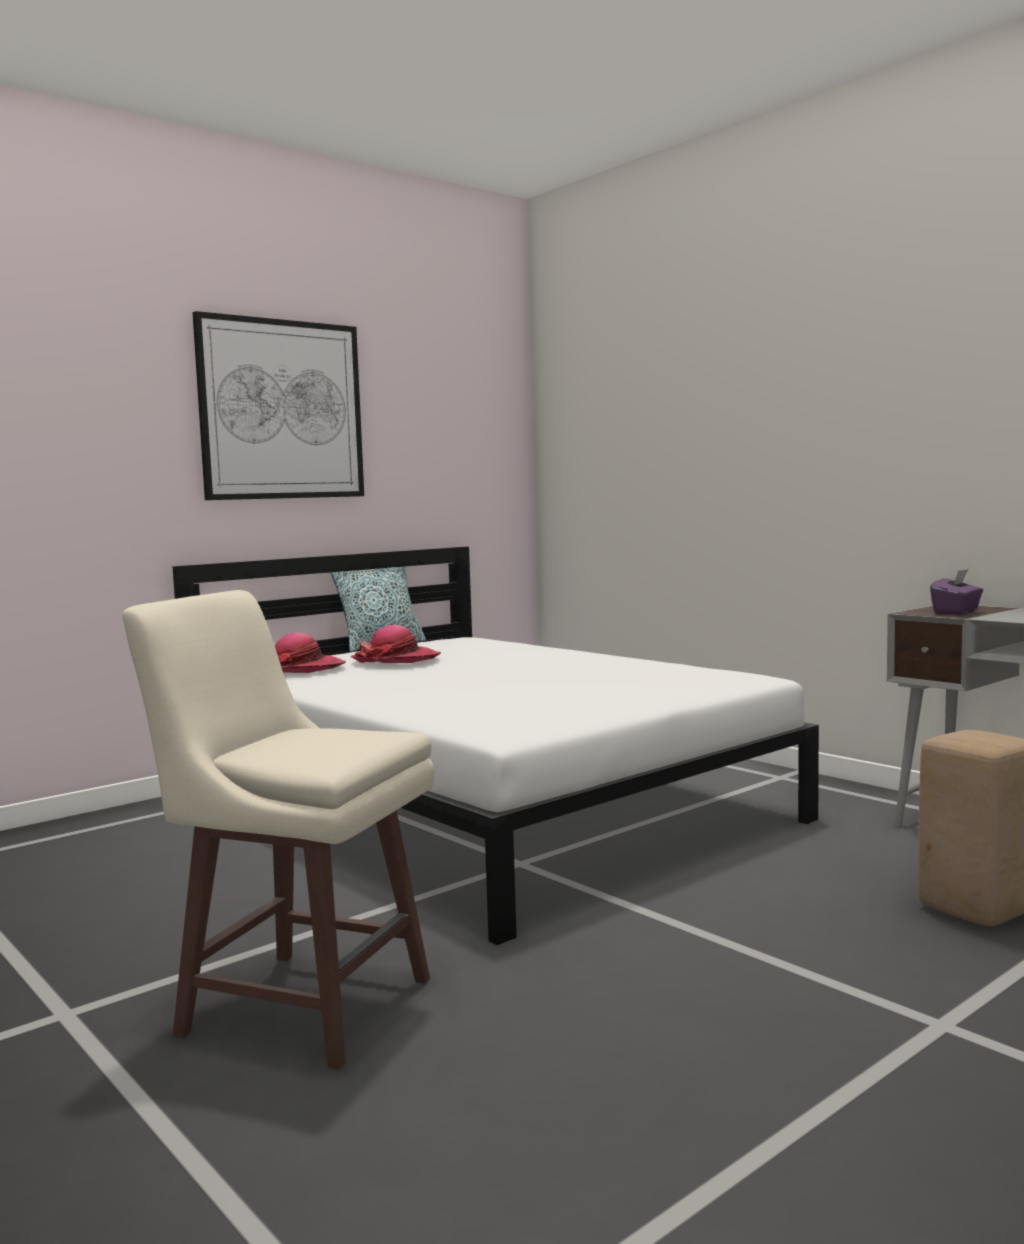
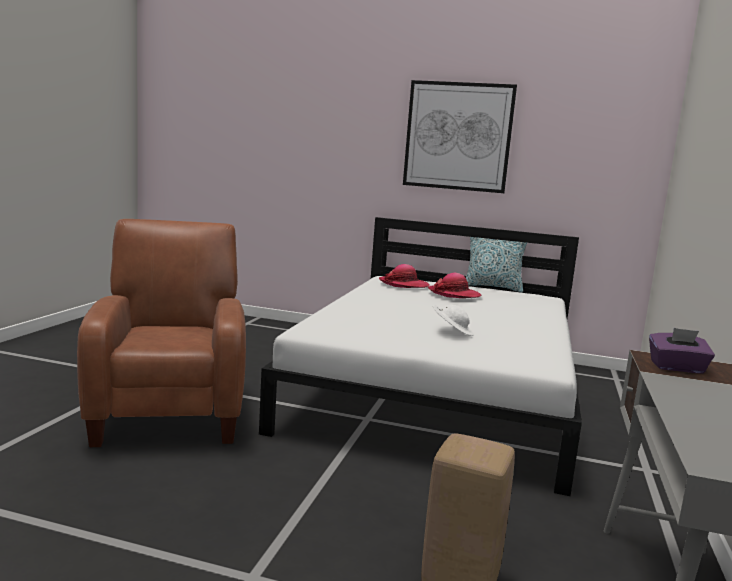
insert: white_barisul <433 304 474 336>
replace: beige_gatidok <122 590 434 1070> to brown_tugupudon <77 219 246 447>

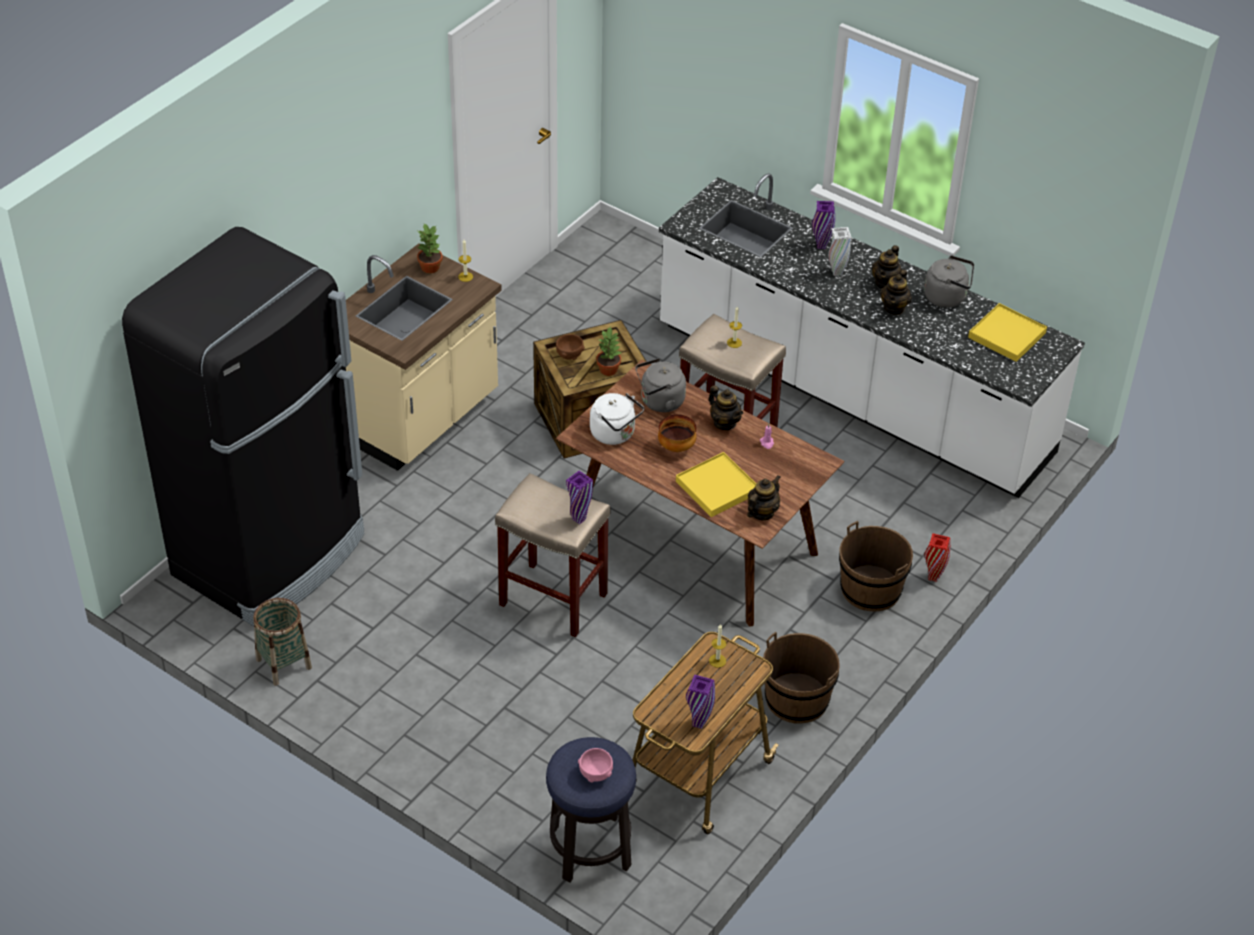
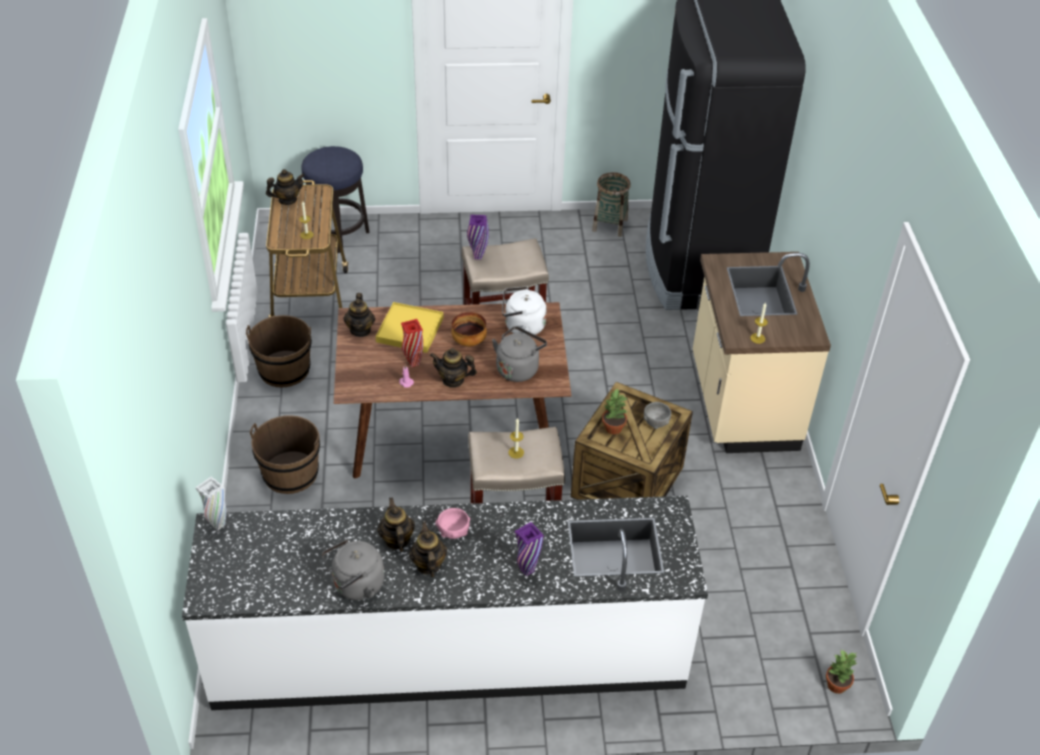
delete: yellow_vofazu <968 303 1047 362>
move: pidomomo <416 224 443 274> to <826 650 857 694>; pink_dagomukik <578 748 613 783> to <435 508 470 539>; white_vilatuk <828 227 852 276> to <195 476 226 531>; red_vilatuk <924 533 950 582> to <401 319 423 367>
replace: purple_vilatuk <686 674 715 729> to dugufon <266 169 305 205>
recolor: brown_dagomukik <556 334 585 360> to grey_dagomukik <644 402 671 429>

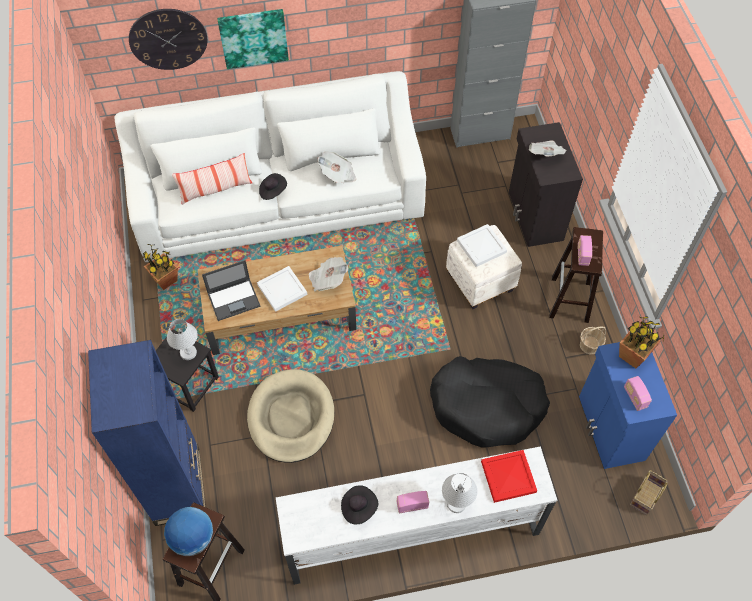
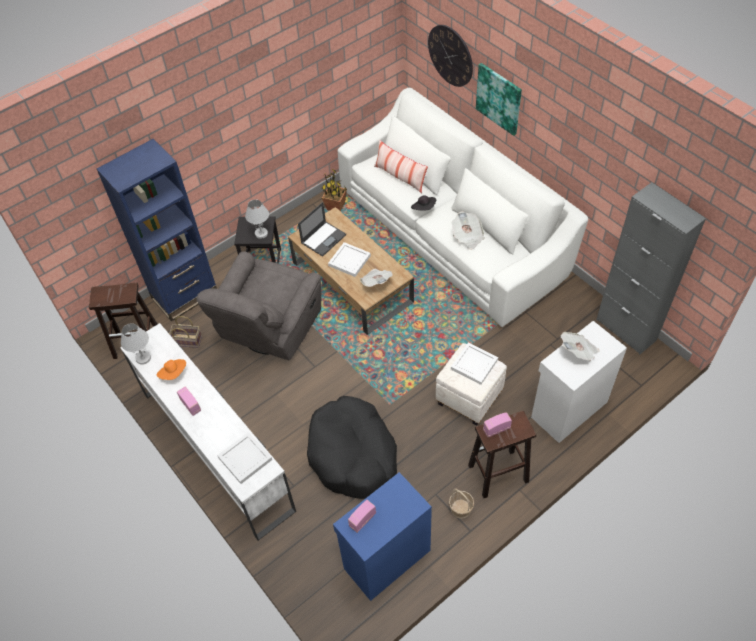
delete: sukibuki <164 507 213 556>; pidomomo <619 316 664 368>
move: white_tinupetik <442 473 477 513> to <121 323 151 365>; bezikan <630 470 668 515> to <169 316 202 348>
replace: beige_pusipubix <247 369 334 463> to grey_tugupudon <197 251 322 360>
recolor: black_barisul <341 485 378 524> to orange_barisul <157 359 186 380>; red_vofazu <481 450 537 503> to white_vofazu <217 432 272 484>; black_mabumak <509 122 583 247> to white_mabumak <531 321 627 443>
rotate: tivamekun <202 260 260 321> = <298 202 346 257> 90 degrees counterclockwise

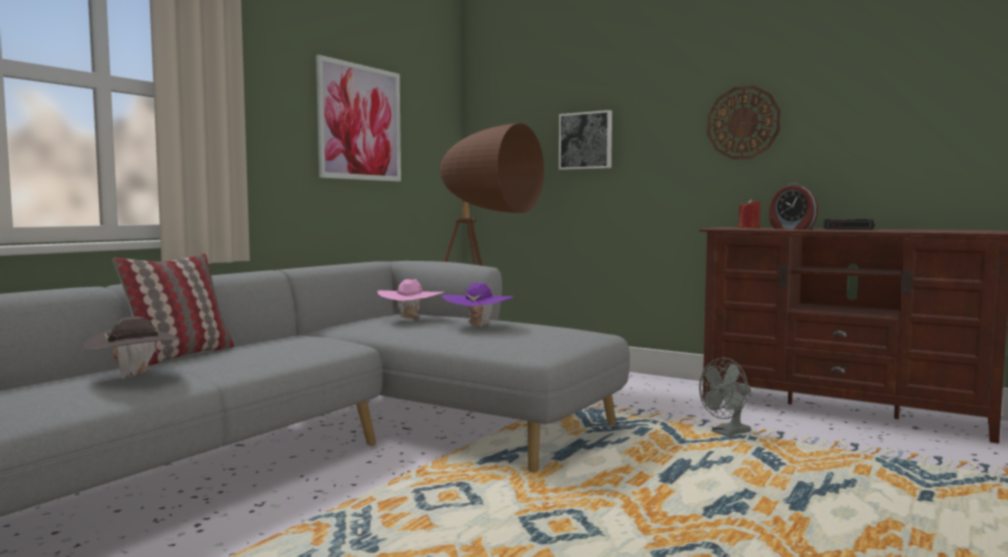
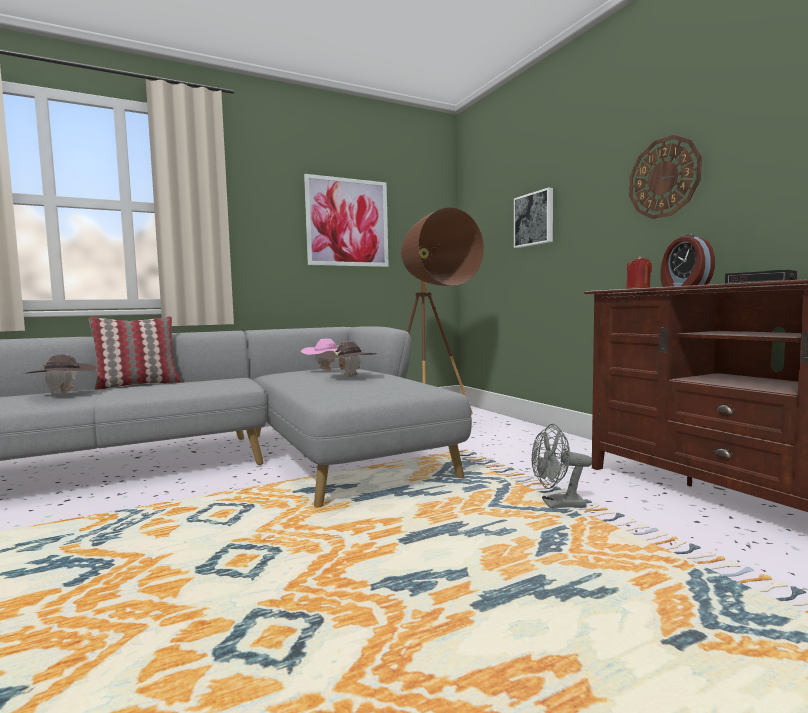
recolor: purple_barisul <442 283 514 328> to brown_barisul <320 341 377 379>

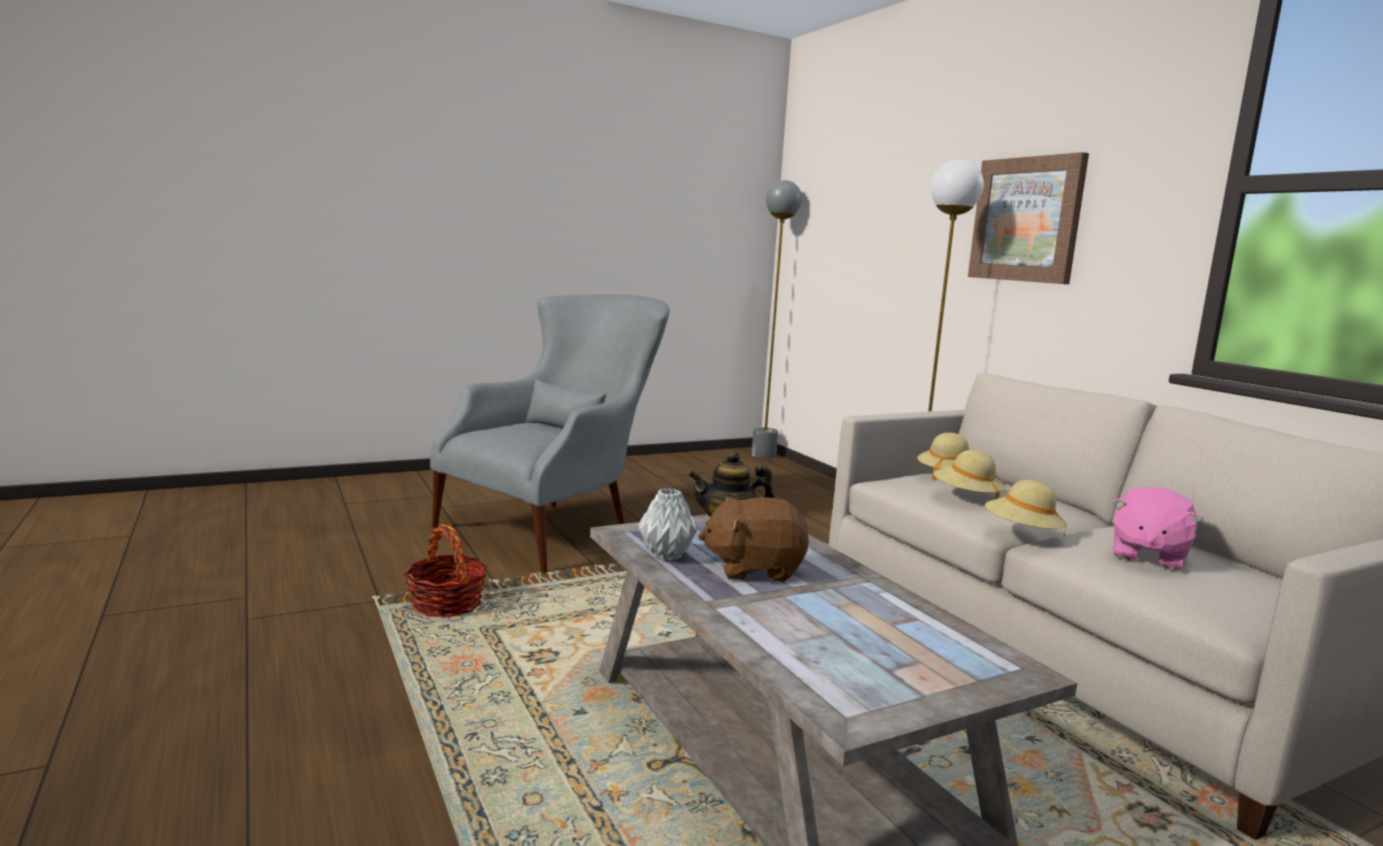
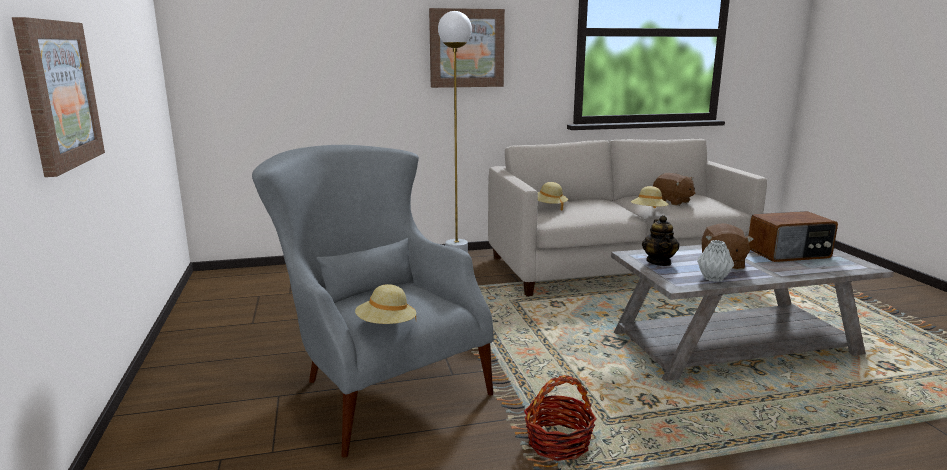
delete: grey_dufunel <752 180 802 459>
insert: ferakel <12 17 105 177>; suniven <749 211 838 262>
move: beige_barisul <934 450 1006 499> to <355 284 416 324>
recolor: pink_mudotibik <1112 487 1204 570> to brown_mudotibik <653 173 695 206>

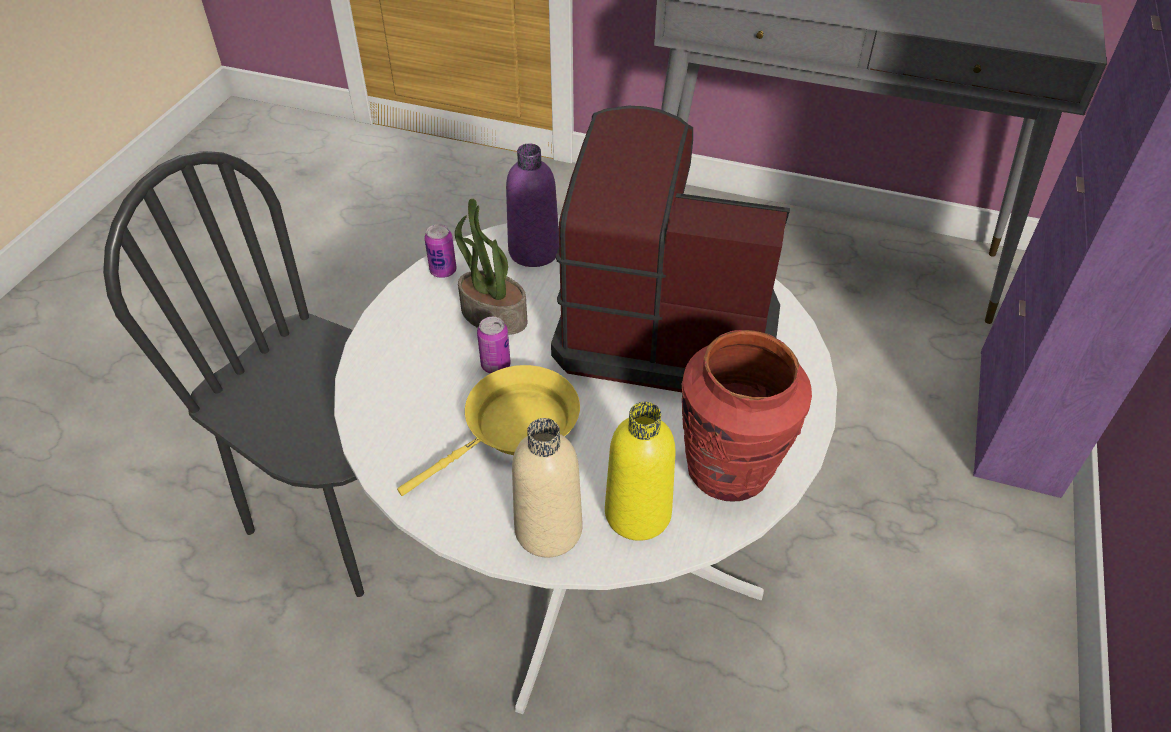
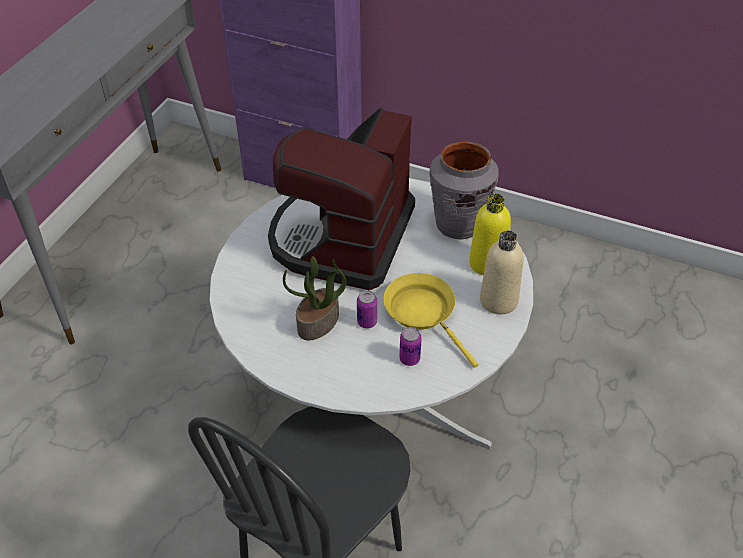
delete: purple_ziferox <506 143 559 267>
move: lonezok <425 224 456 278> to <399 327 422 366>
recolor: red_vilatuk <682 330 812 501> to grey_vilatuk <429 141 499 240>

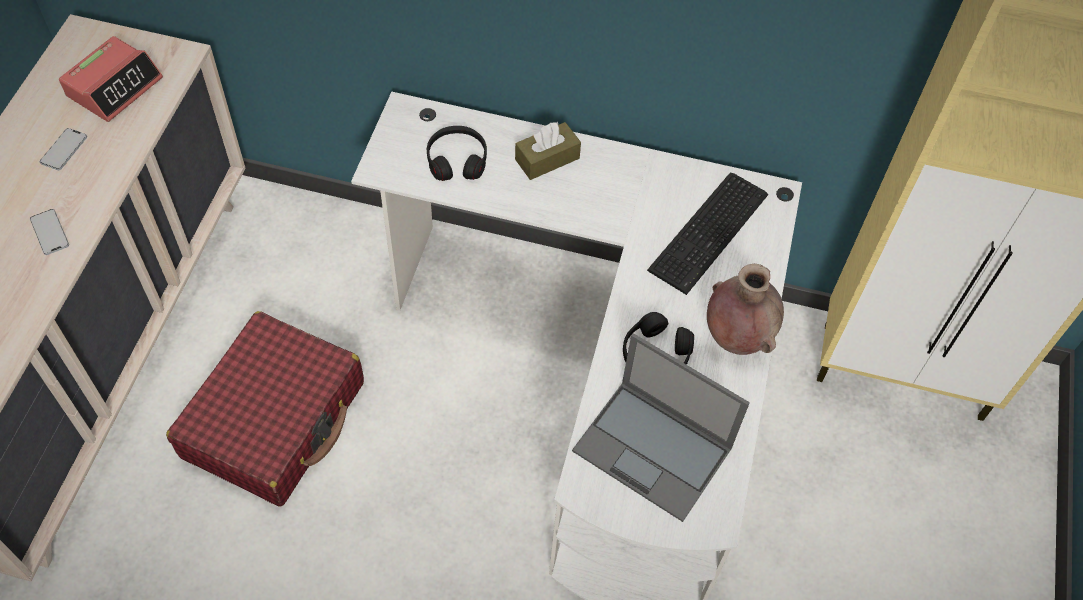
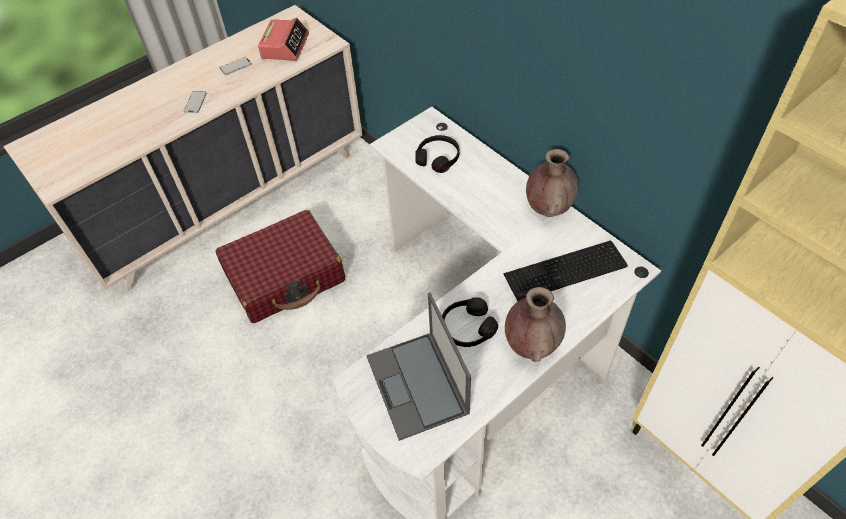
delete: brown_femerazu <515 122 581 180>
insert: brown_vilatuk <526 149 579 217>
rotate: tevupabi <59 36 163 122> = <258 18 309 61> 60 degrees counterclockwise

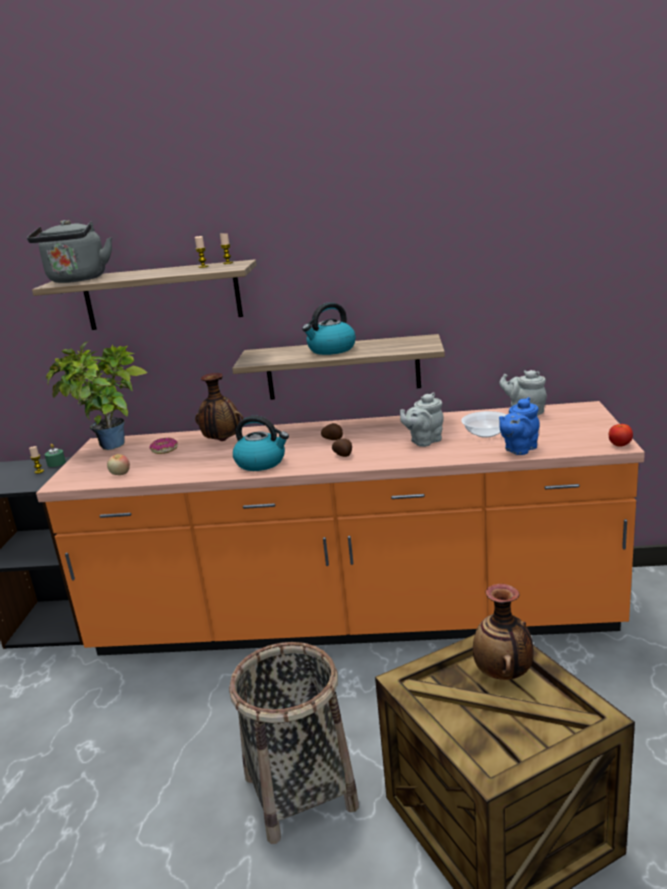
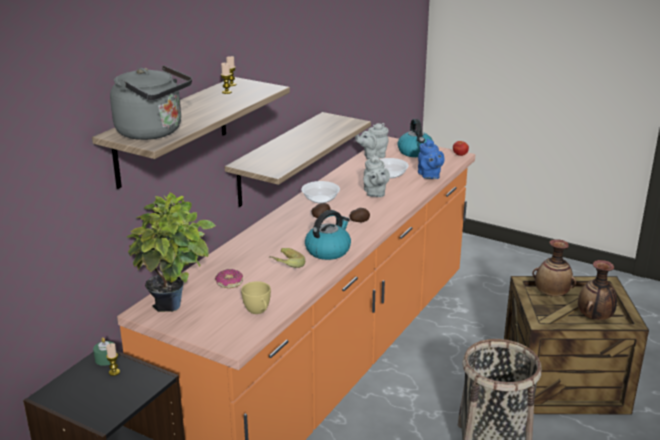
insert: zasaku <269 248 305 268>; dagomukik <301 181 340 203>
move: vilatuk <195 373 243 441> to <578 260 617 320>; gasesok <302 302 356 355> to <398 119 433 157>
replace: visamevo <107 454 130 475> to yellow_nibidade <241 281 271 314>

